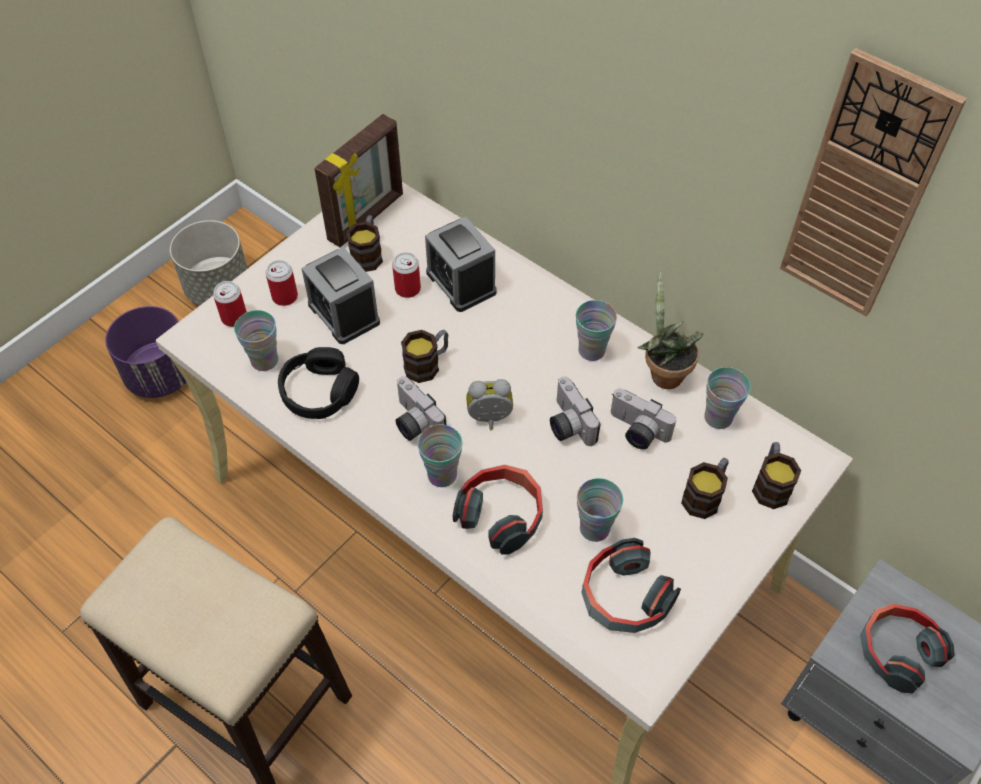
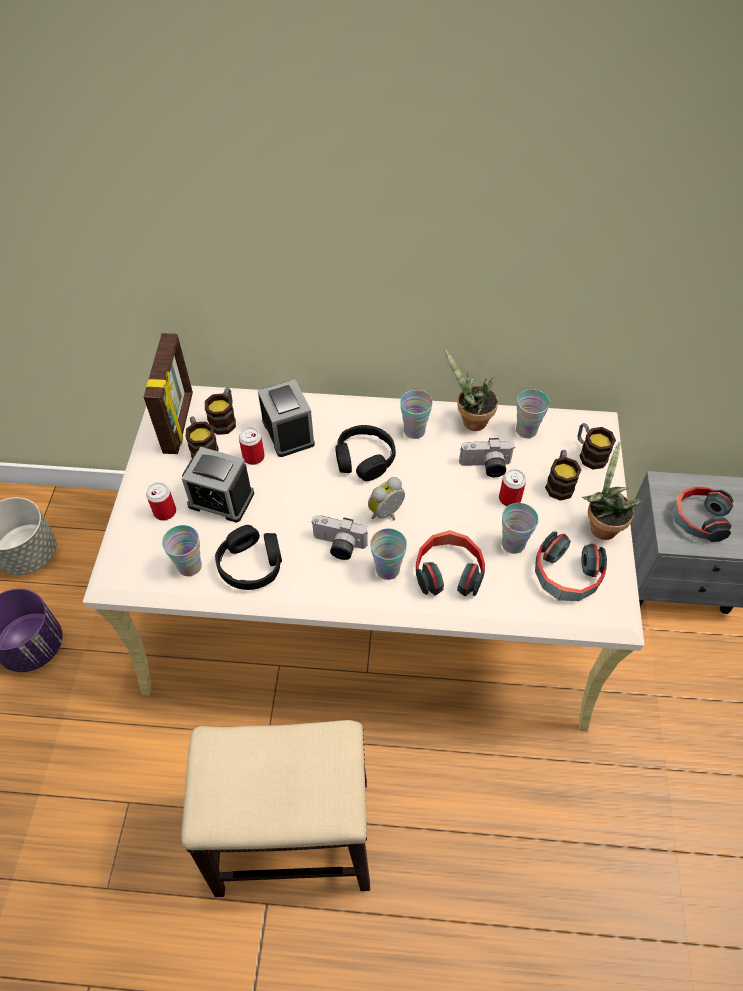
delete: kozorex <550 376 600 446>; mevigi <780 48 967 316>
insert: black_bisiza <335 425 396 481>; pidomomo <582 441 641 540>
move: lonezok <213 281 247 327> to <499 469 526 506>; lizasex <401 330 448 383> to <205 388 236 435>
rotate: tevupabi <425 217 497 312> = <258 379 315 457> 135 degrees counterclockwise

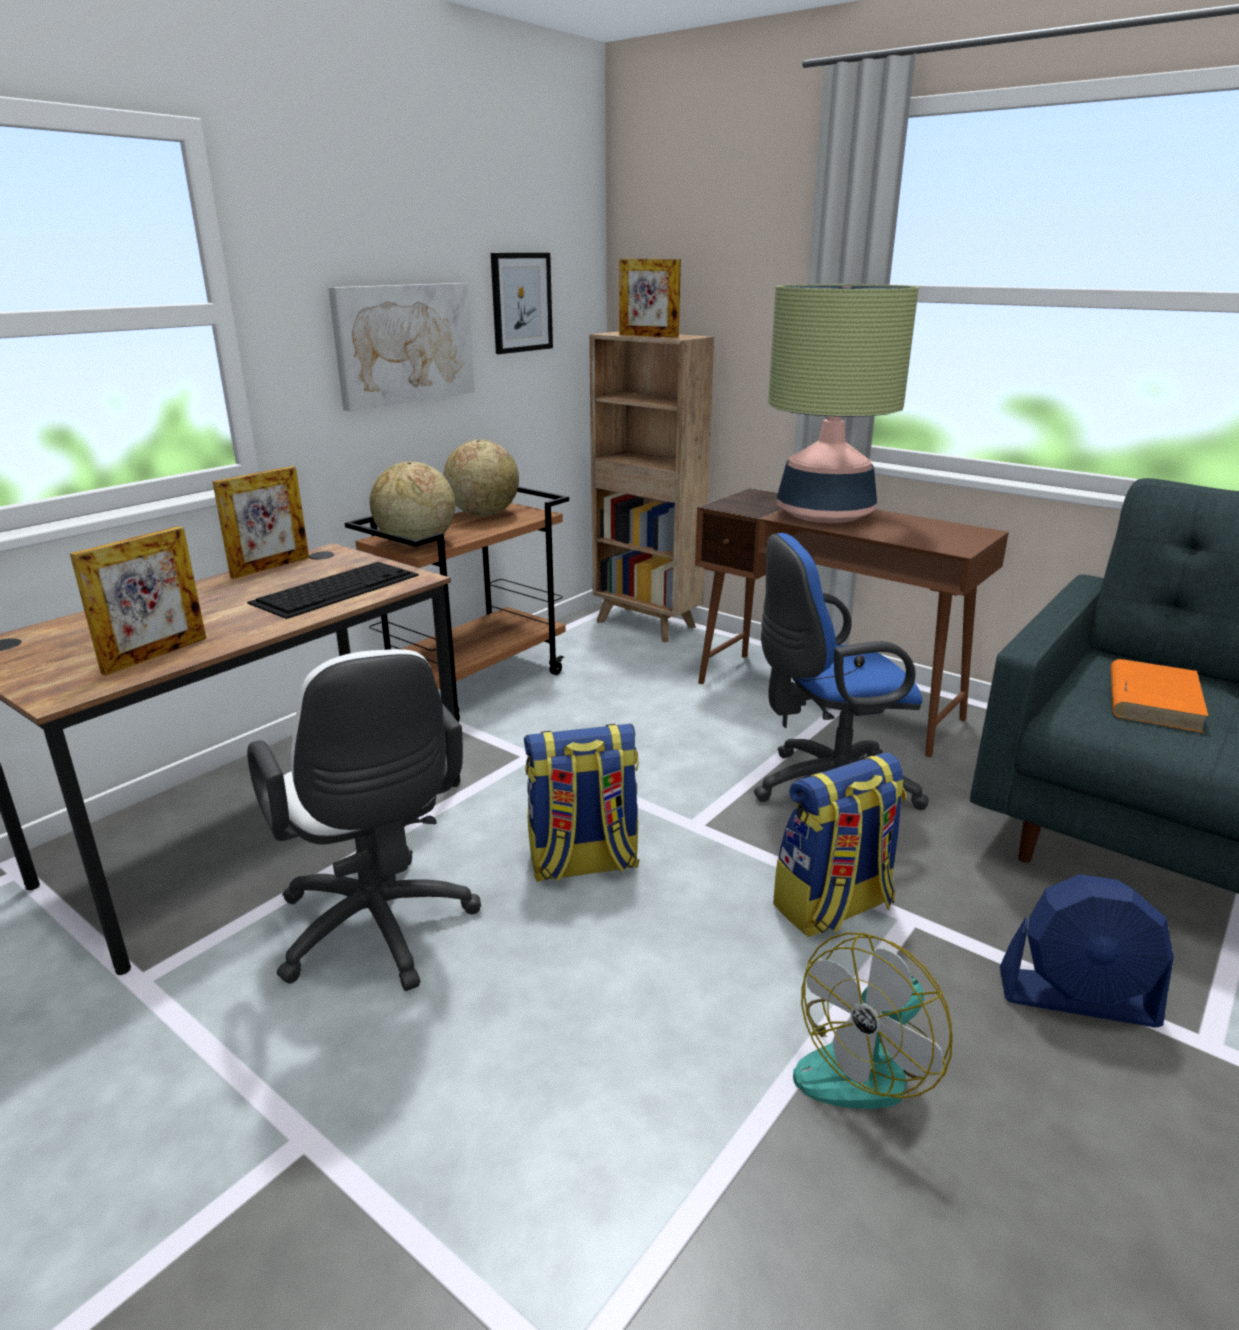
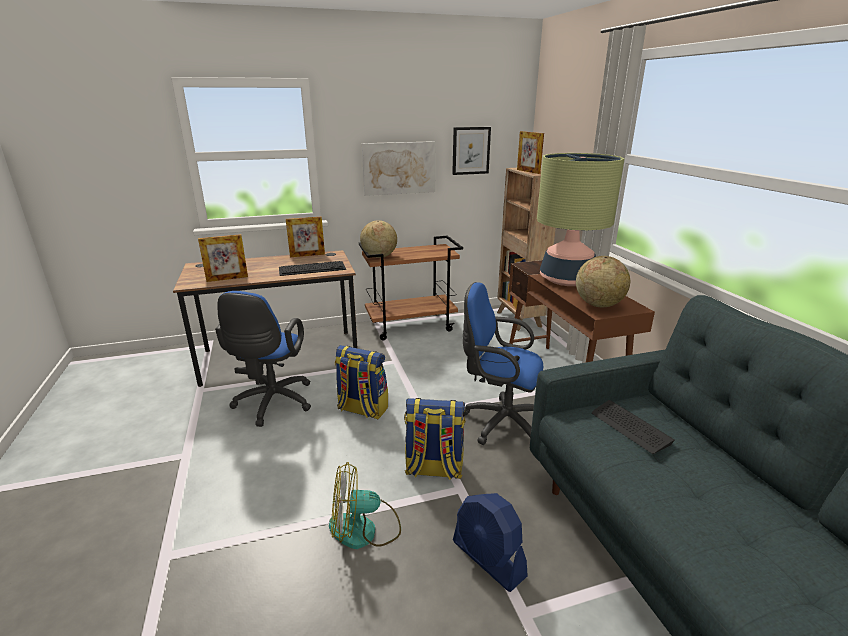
move: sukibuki <443 439 519 517> to <576 256 630 307>
replace: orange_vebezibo <1111 659 1209 733> to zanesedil <592 400 675 454>
recolor: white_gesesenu <247 649 481 991> to blue_gesesenu <215 291 311 427>

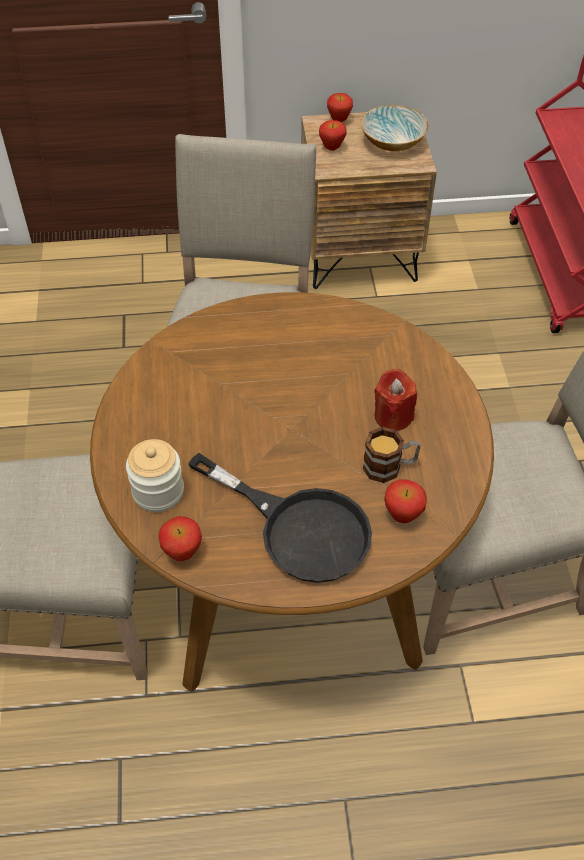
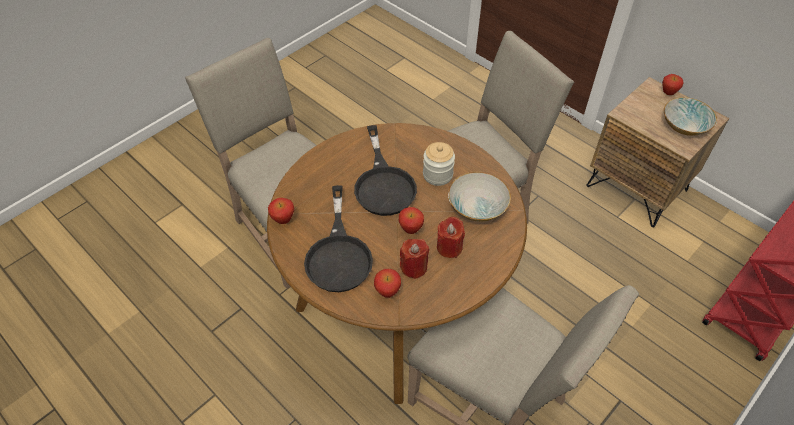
insert: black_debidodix <354 125 417 216>; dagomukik <448 172 511 222>
move: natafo <126 439 184 512> to <423 142 455 186>; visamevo <319 120 347 151> to <399 207 424 234>
replace: lizasex <363 427 421 483> to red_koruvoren <400 239 430 279>

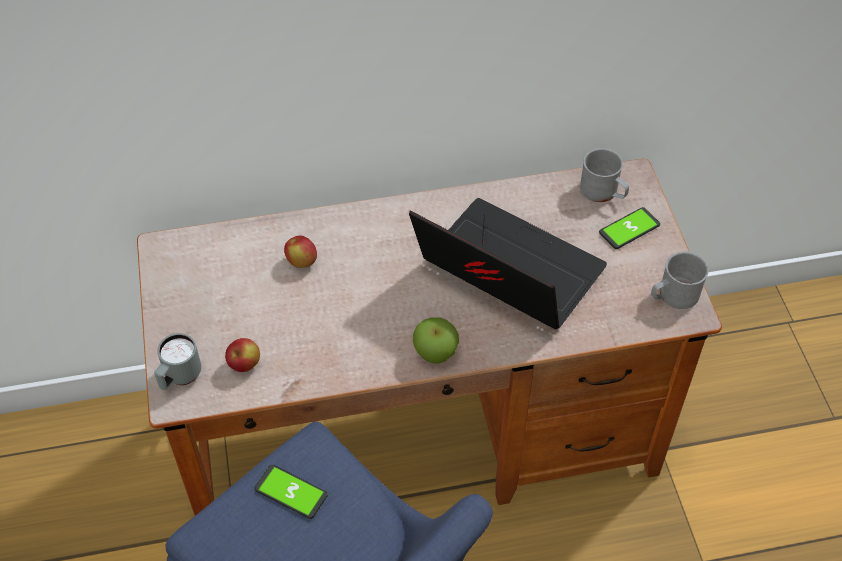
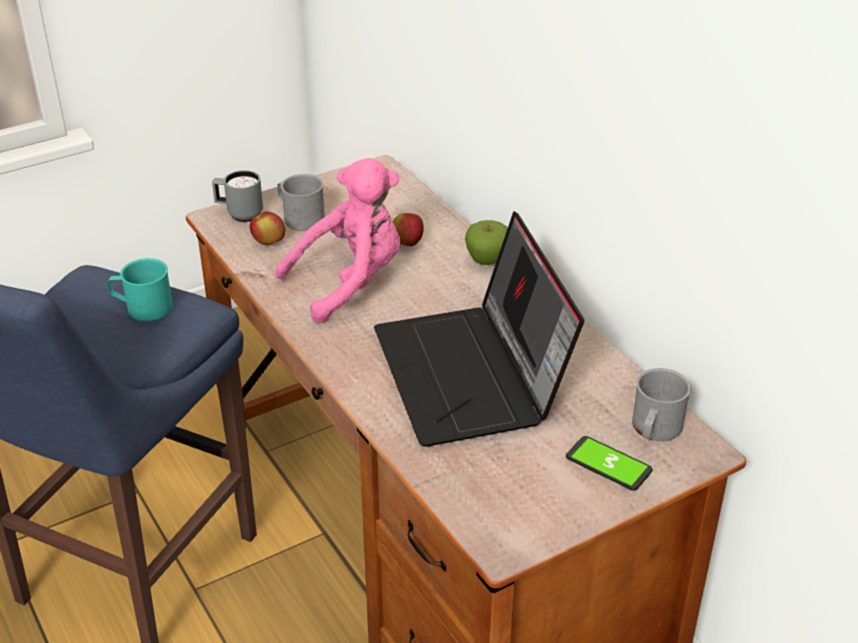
insert: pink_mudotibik <275 158 400 323>
move: visamevo <413 317 459 364> to <465 220 508 265>; grey_lizasex <651 252 709 309> to <277 174 325 231>
replace: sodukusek <254 465 328 519> to turquoise_lizasex <107 258 173 321>
rotate: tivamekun <409 198 607 329> = <374 211 584 447> 150 degrees clockwise

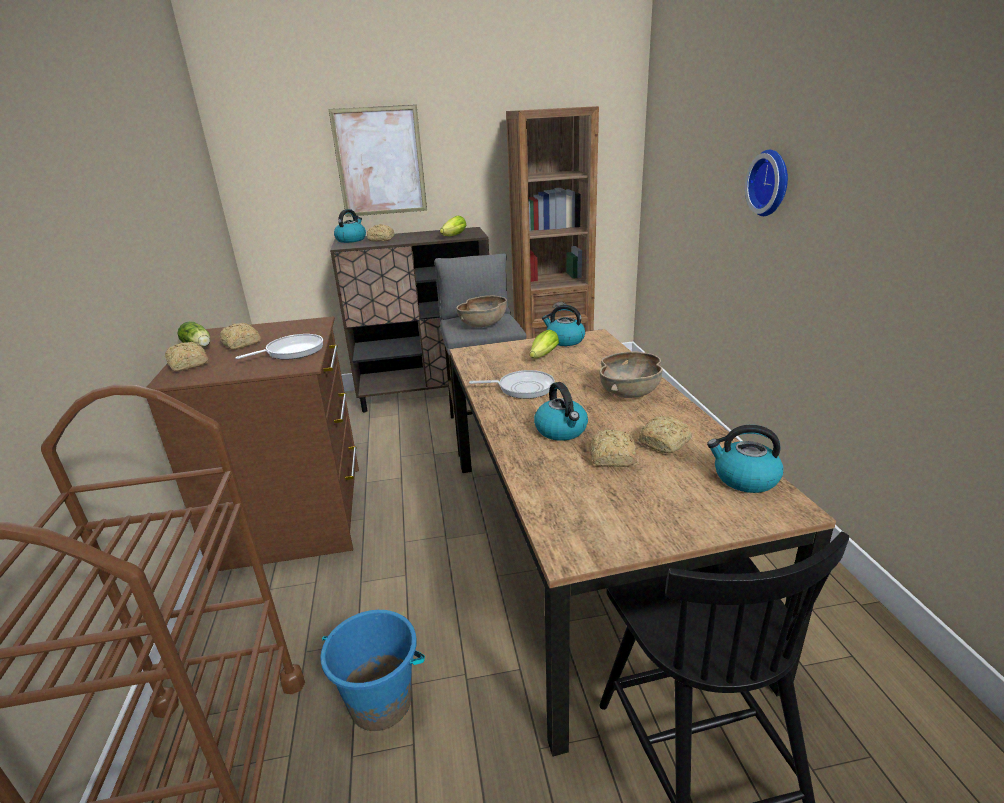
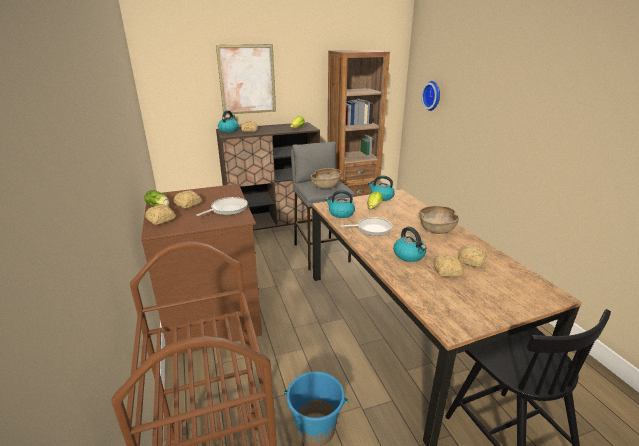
move: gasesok <707 425 783 493> to <325 190 355 218>; mevigi <745 150 788 216> to <421 81 440 111>

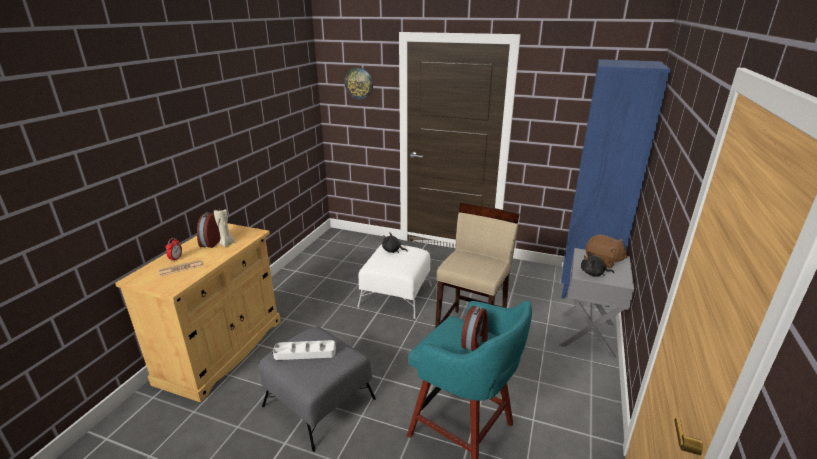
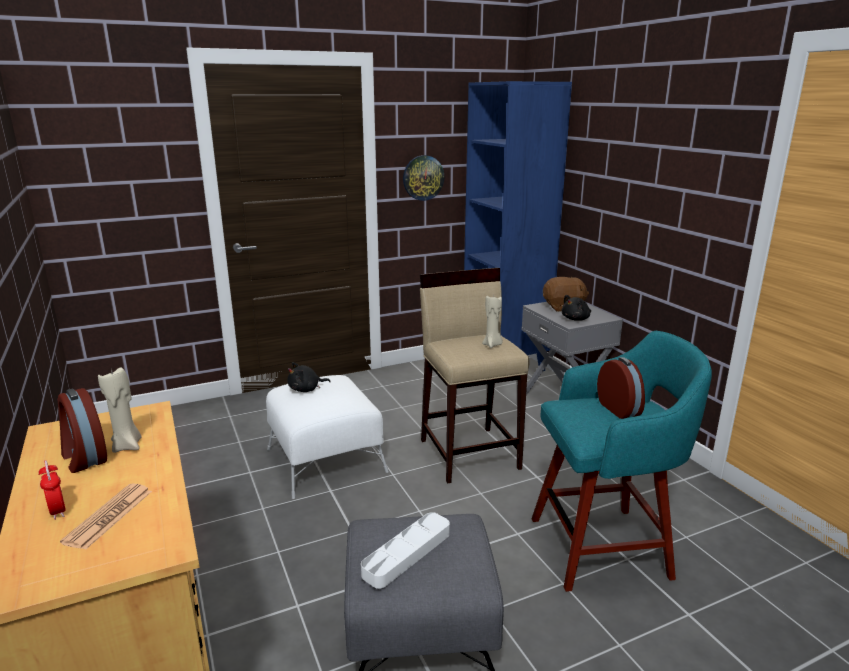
insert: beige_koruvoren <482 296 503 348>
move: mevigi <344 67 373 100> to <403 155 444 201>

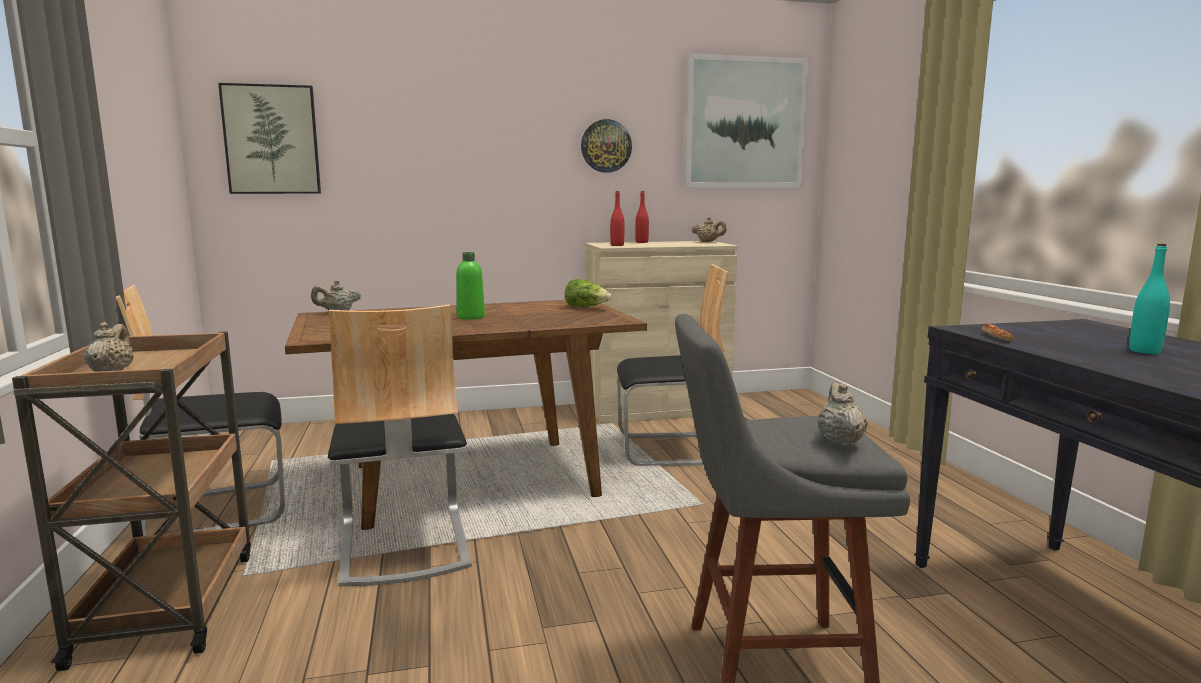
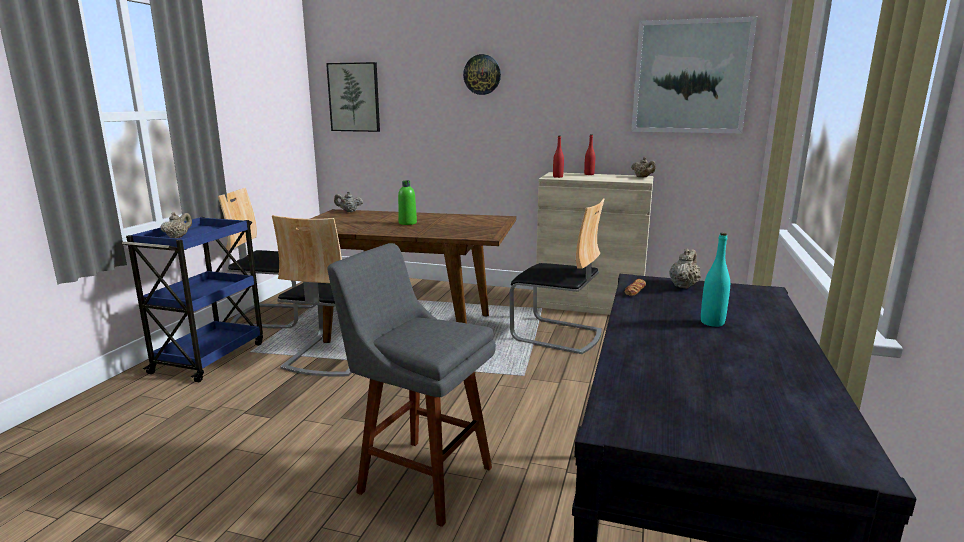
delete: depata <565 279 611 307>
move: mevigi <581 119 632 173> to <463 54 501 95>; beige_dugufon <817 383 868 446> to <670 249 701 289>
recolor: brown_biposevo <12 331 251 671> to blue_biposevo <122 217 263 382>

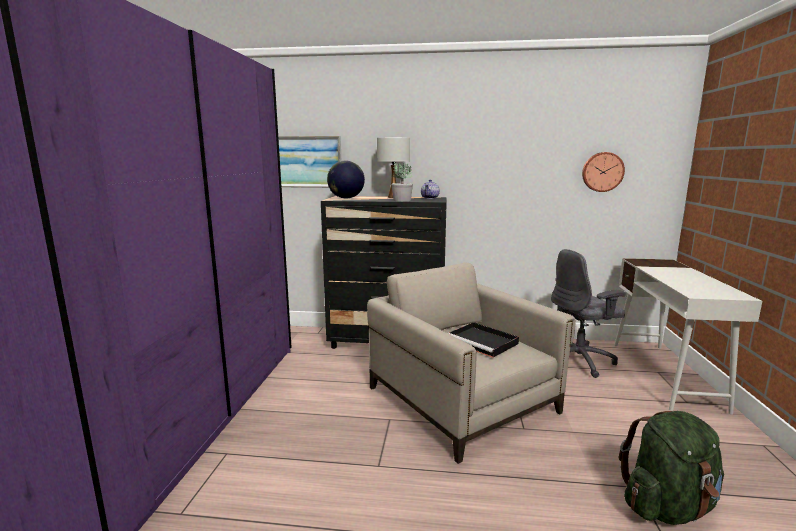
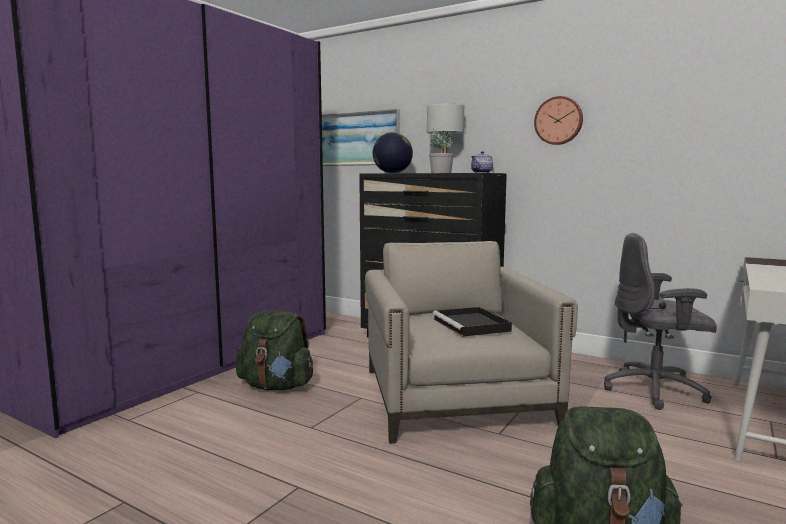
insert: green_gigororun <236 310 313 390>
move: mevigi <582 152 625 192> to <534 96 583 145>

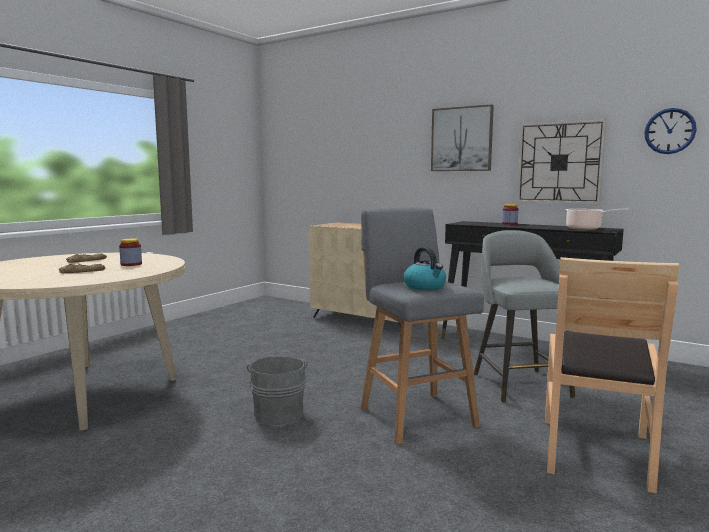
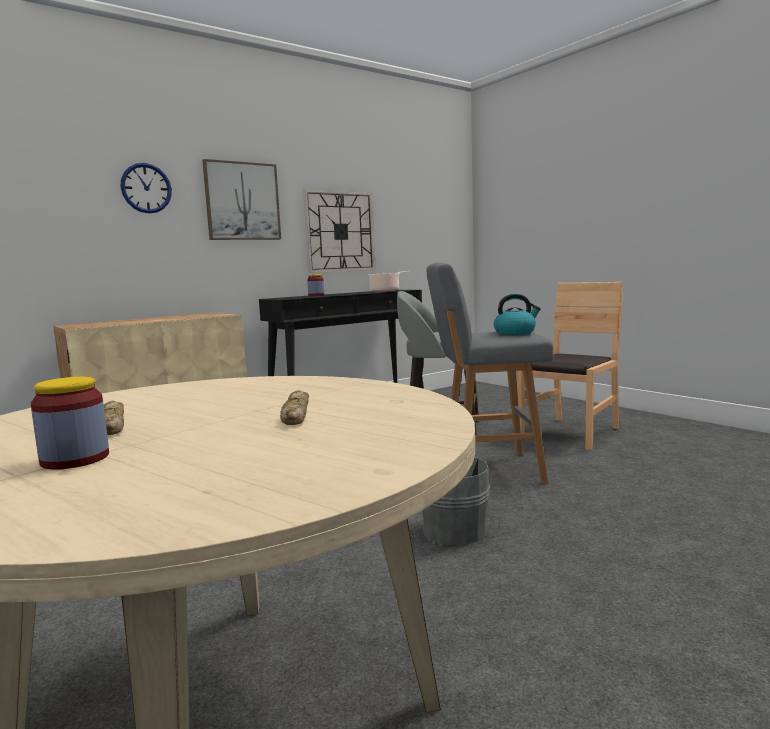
move: natafo <119 239 142 266> to <31 377 109 469>; mevigi <644 108 697 154> to <121 163 172 213>
rotate: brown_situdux <545 257 679 493> = <517 282 623 450> 90 degrees counterclockwise

